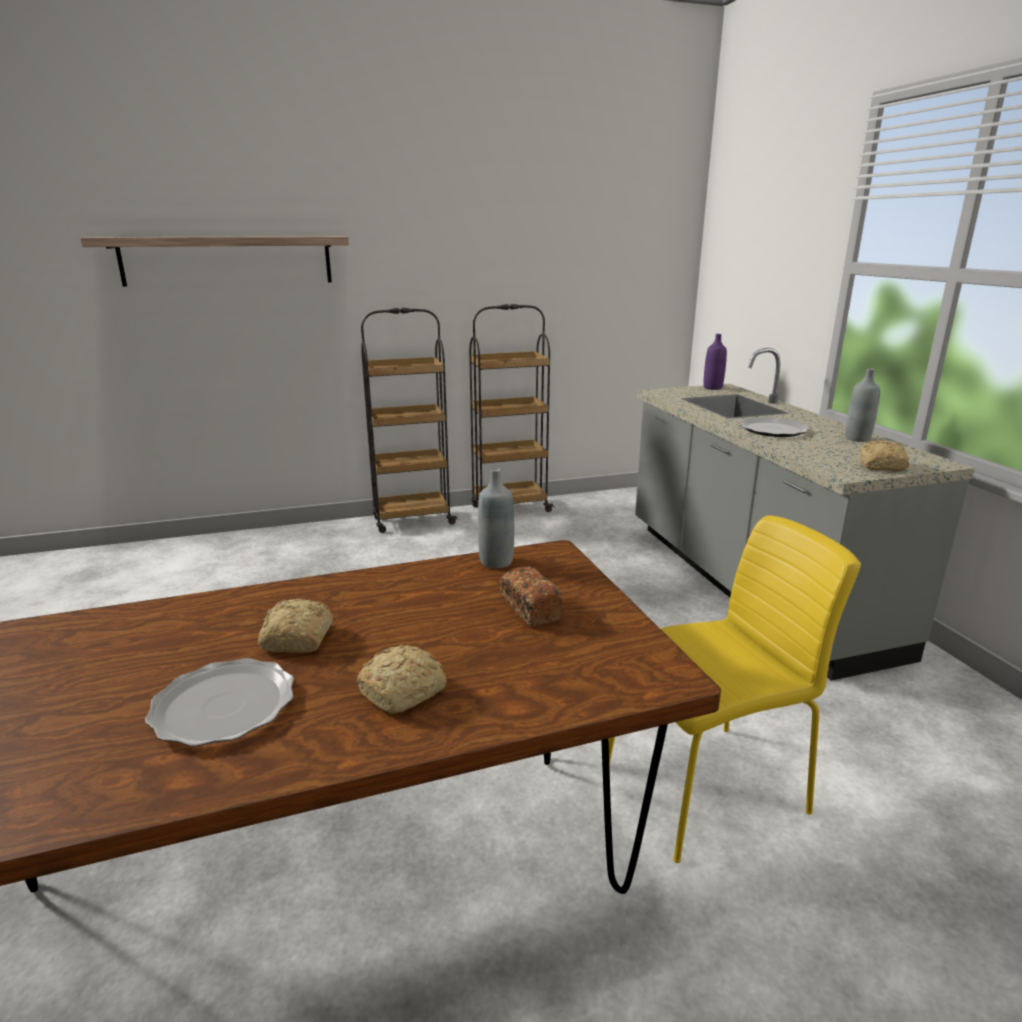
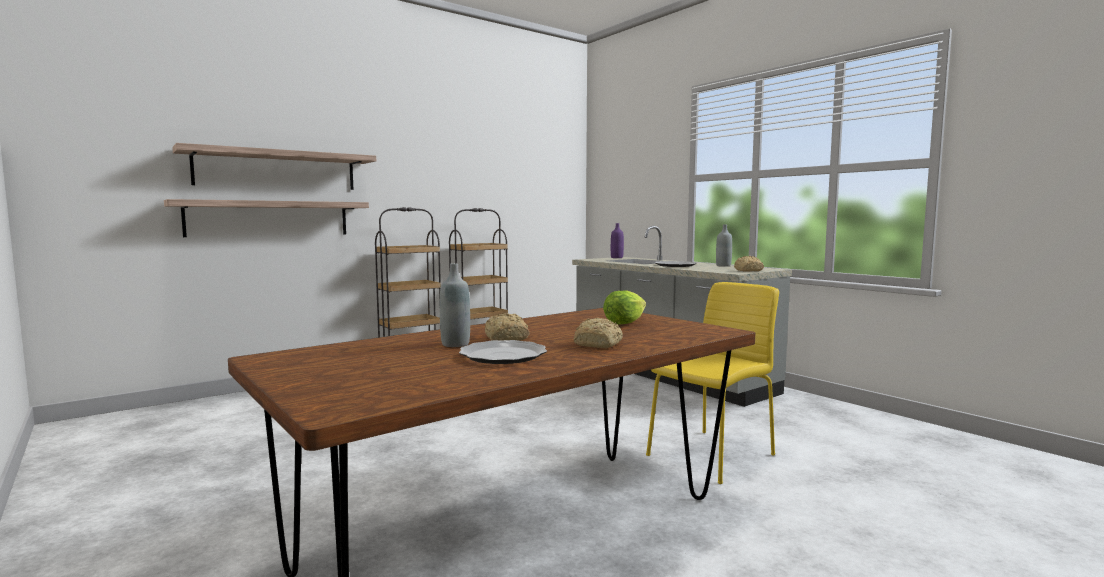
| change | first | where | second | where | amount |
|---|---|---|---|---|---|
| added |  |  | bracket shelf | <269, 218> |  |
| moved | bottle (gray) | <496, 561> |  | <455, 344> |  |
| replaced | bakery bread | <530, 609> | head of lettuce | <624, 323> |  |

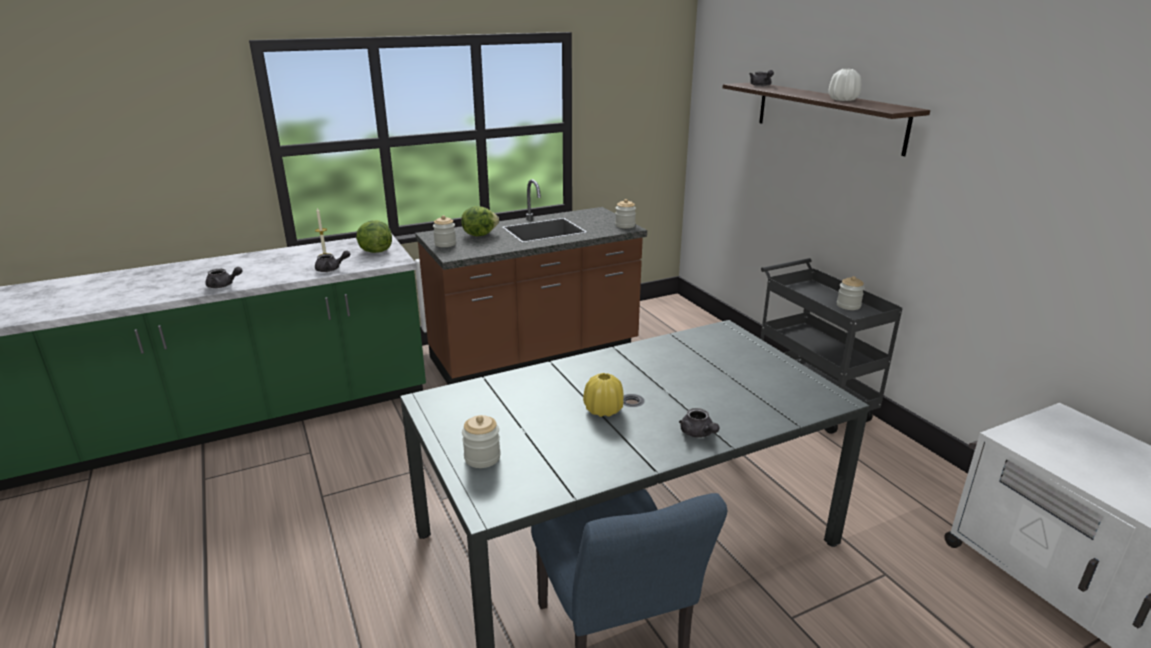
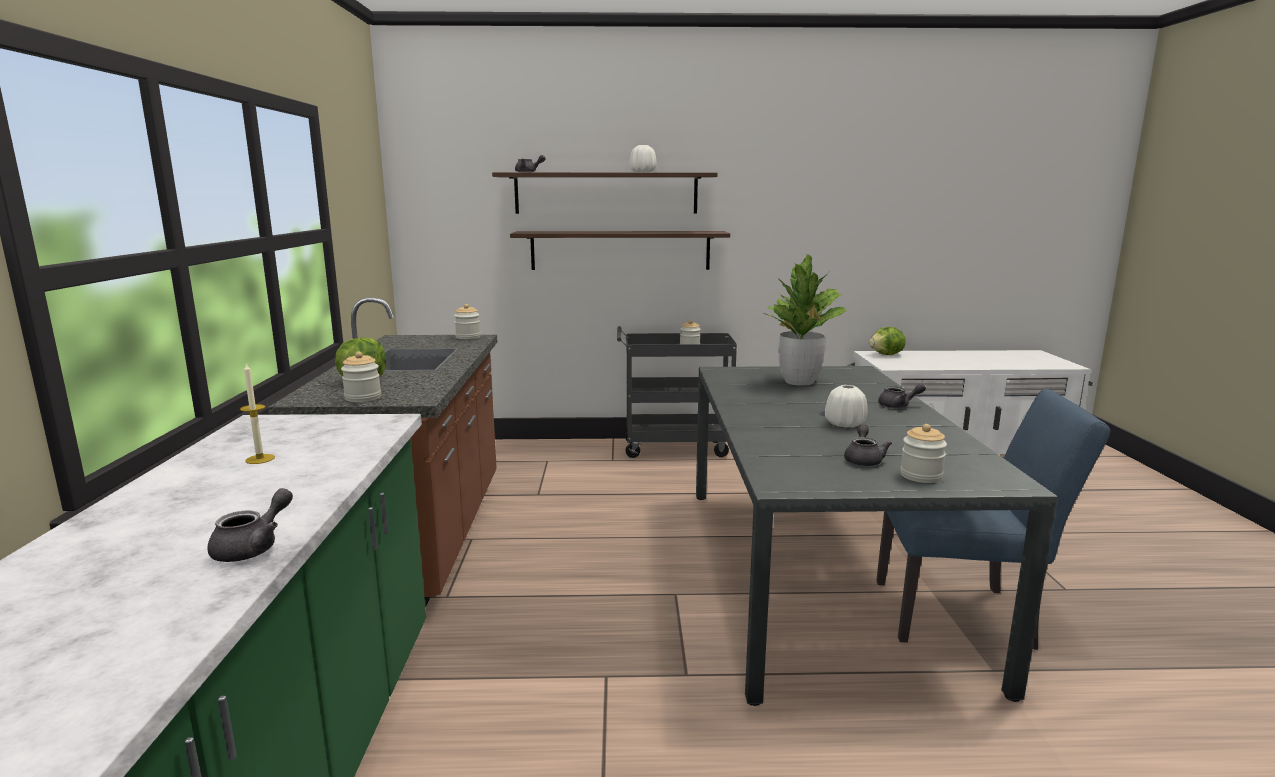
| change | first | where | second | where | amount |
|---|---|---|---|---|---|
| added |  |  | bracket shelf | <620, 250> |  |
| added |  |  | plant in a pot | <799, 382> |  |
| recoloured | flower vase (yellow) | <603, 410> | flower vase (white-coloured) | <844, 424> |  |
| moved | tea pot (gray) | <331, 269> |  | <863, 459> |  |
| moved | head of lettuce | <375, 251> |  | <887, 355> |  |

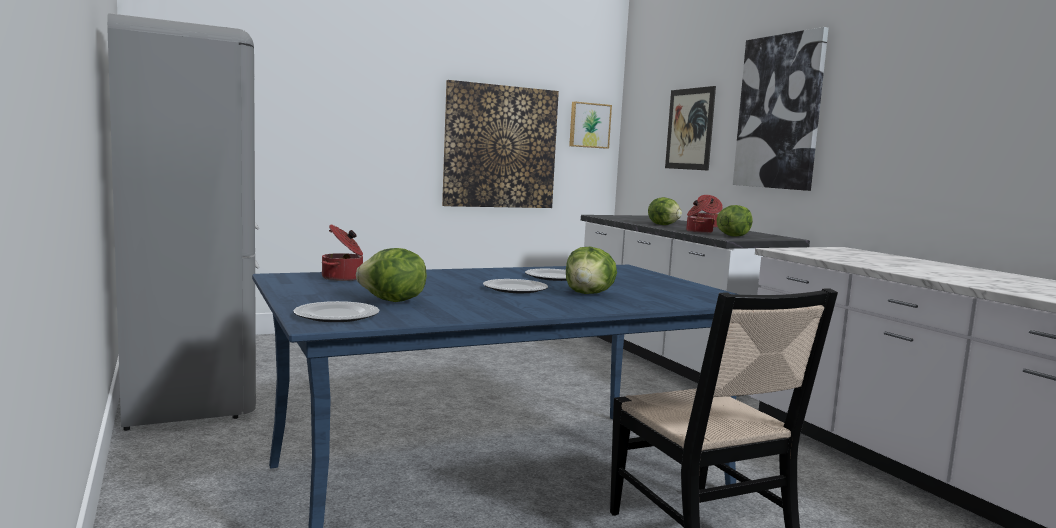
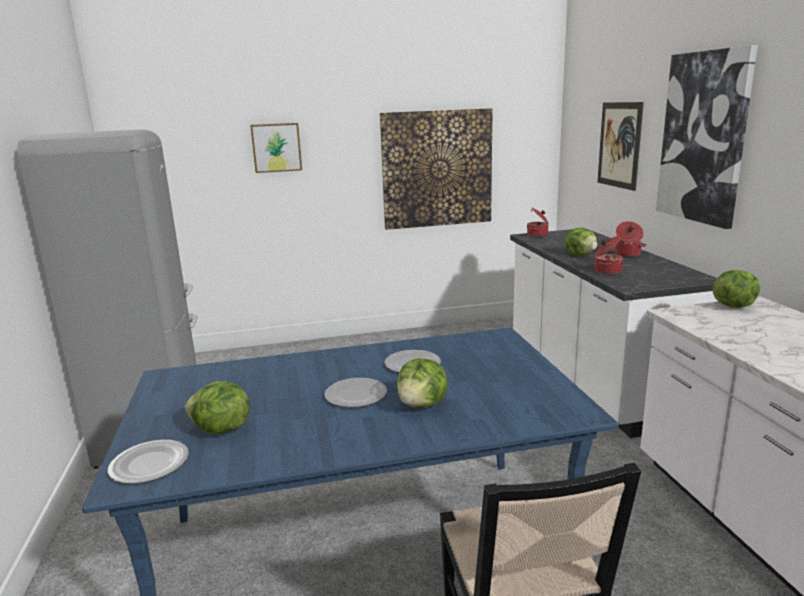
| change | first | where | second | where | amount |
|---|---|---|---|---|---|
| moved | picture | <589, 125> |  | <276, 147> |  |
| moved | cooking pot | <343, 278> |  | <538, 235> |  |
| moved | head of lettuce | <733, 236> |  | <733, 305> |  |

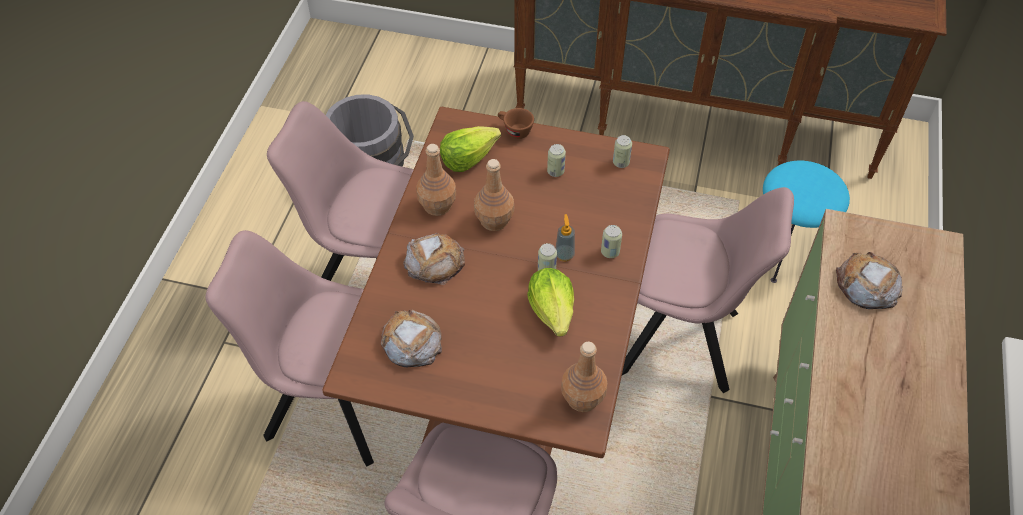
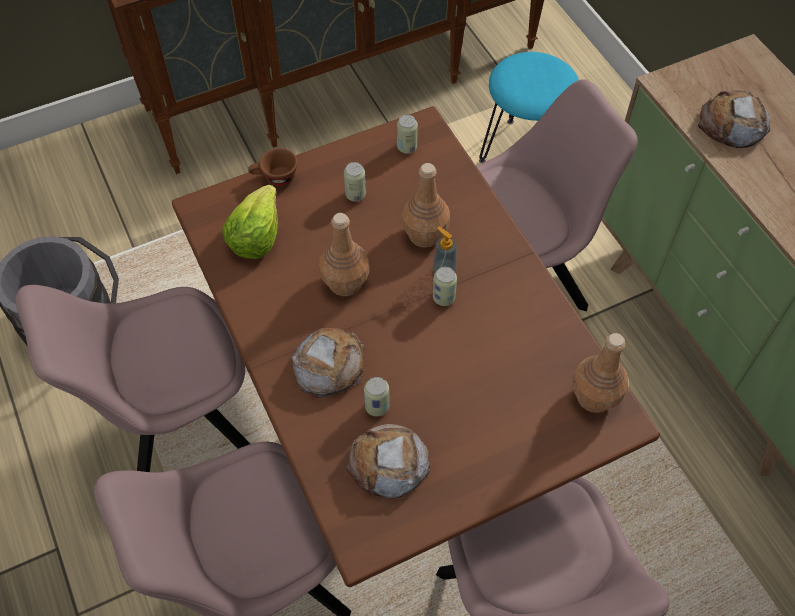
| change | first | where | second | where | amount |
|---|---|---|---|---|---|
| moved | sealed can | <610, 252> |  | <377, 407> |  |
| moved | bottle (brown) | <437, 205> |  | <424, 235> |  |
| removed | head of lettuce | <553, 311> |  |  |  |

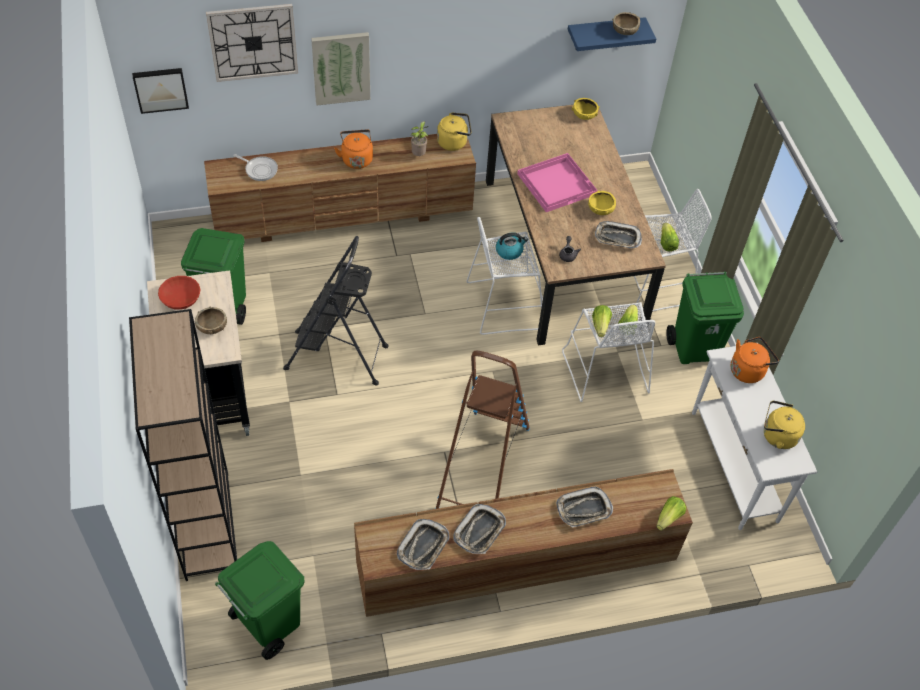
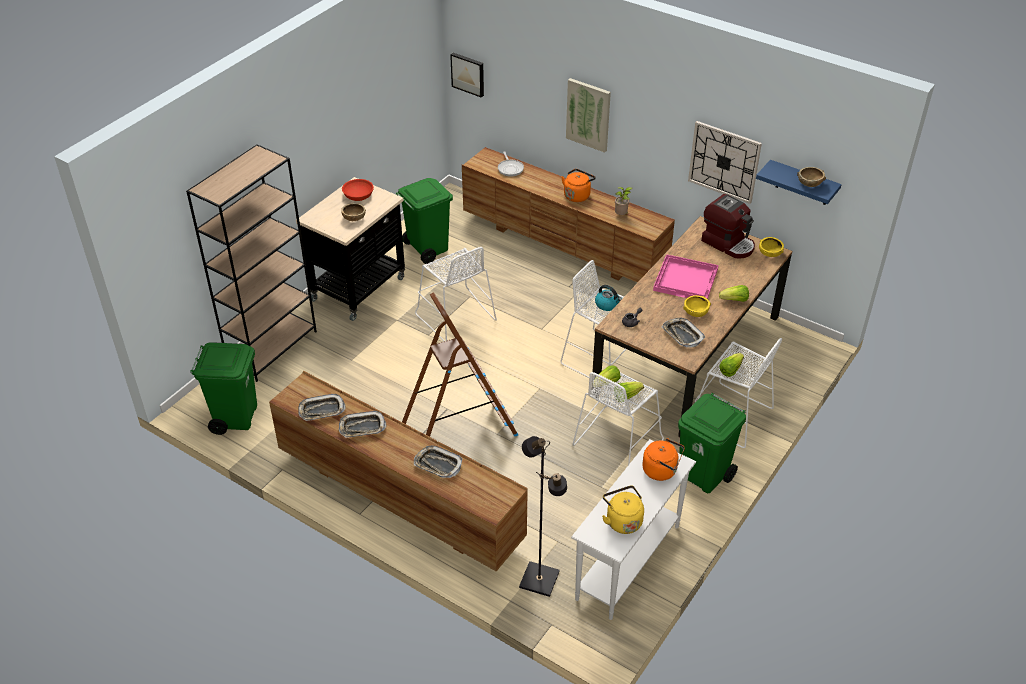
| change | first | where | second | where | amount |
|---|---|---|---|---|---|
| replaced | step ladder | <337, 357> | sitting stool (white-coloured) | <455, 316> |  |
| added |  |  | standard lamp (black-coloured) | <539, 580> |  |
| moved | hanging clock | <253, 42> |  | <724, 161> |  |
| added |  |  | coffee maker | <728, 243> |  |
| moved | head of lettuce | <669, 518> |  | <734, 300> |  |
| removed | kettle (yellow) | <454, 142> |  |  |  |

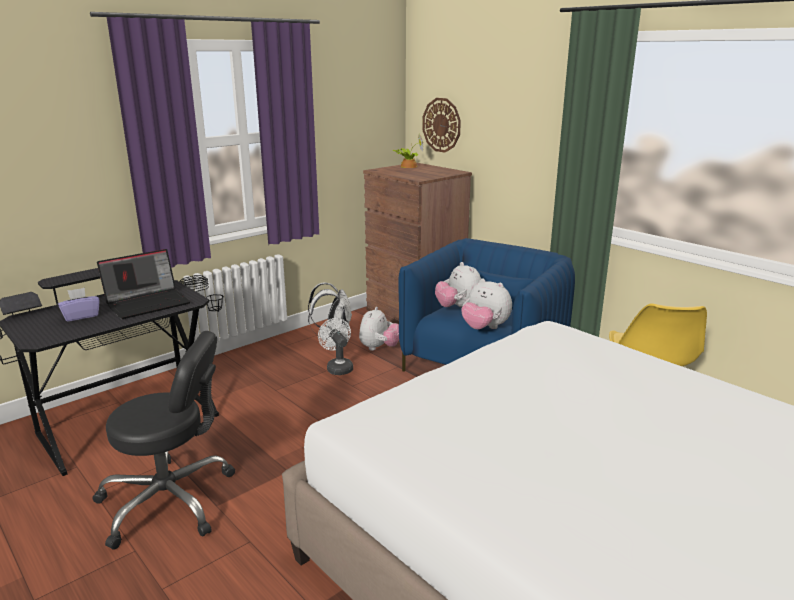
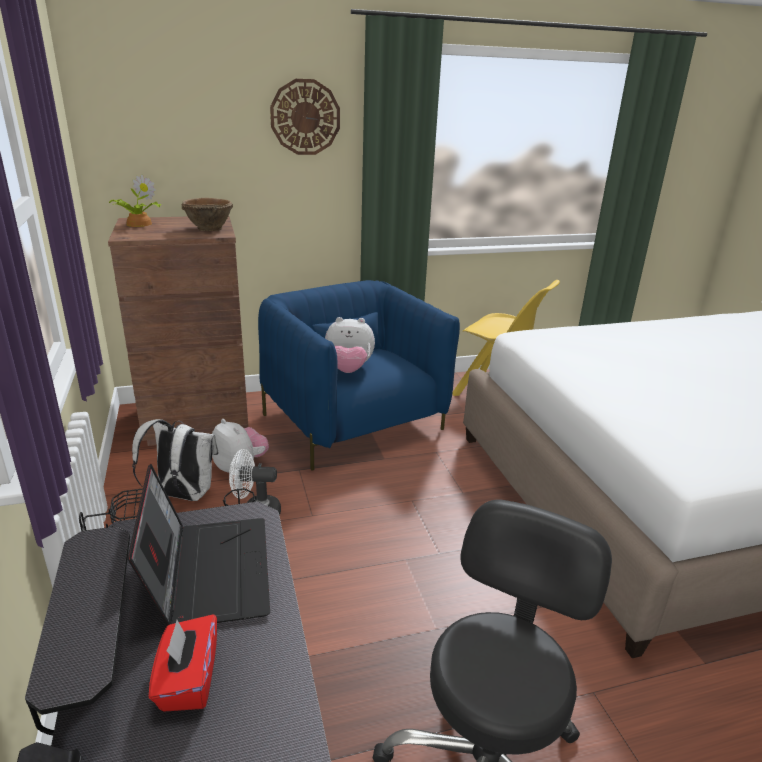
| change | first | where | second | where | amount |
|---|---|---|---|---|---|
| recoloured | tissue box (purplish) | <81, 316> | tissue box (red) | <188, 681> |  |
| added |  |  | deep dish (brown) | <209, 229> |  |
| moved | hanging clock | <441, 125> |  | <305, 117> |  |
| removed | plush toy | <484, 328> |  |  |  |

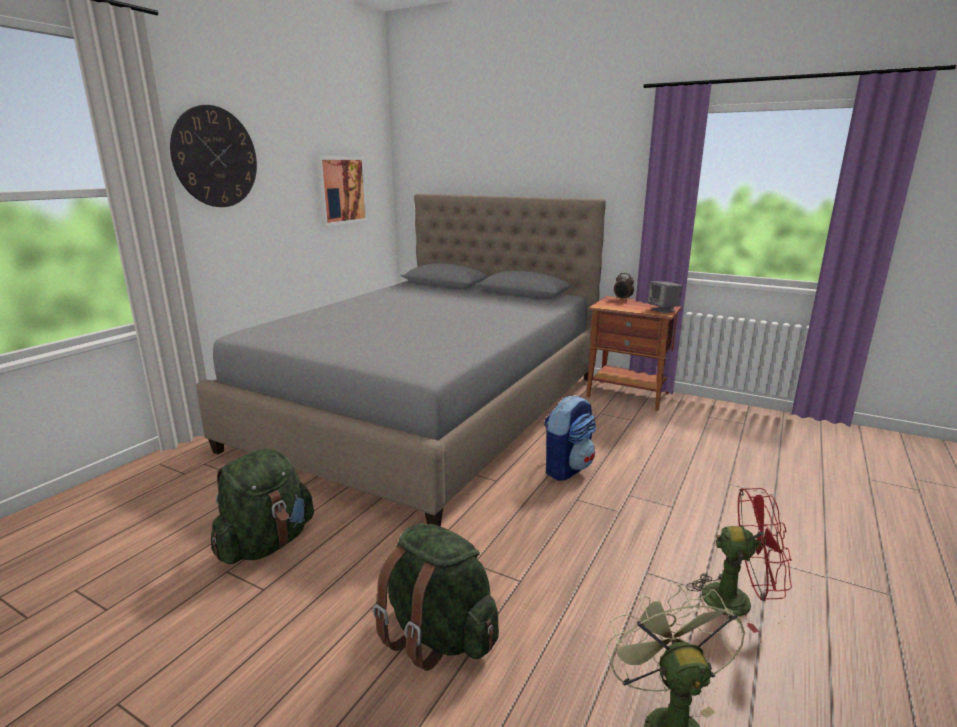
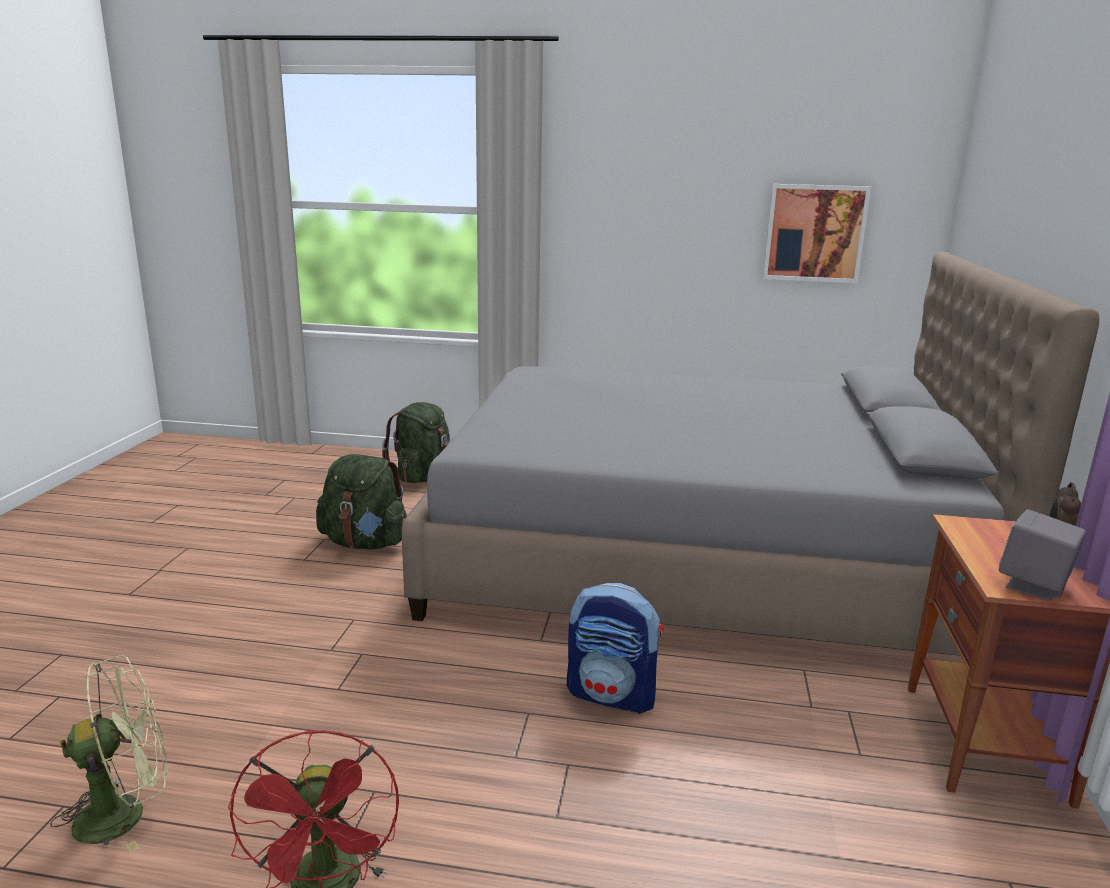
| change | first | where | second | where | amount |
|---|---|---|---|---|---|
| moved | knapsack (green-coloured) | <438, 635> |  | <423, 477> |  |
| removed | hanging clock | <215, 157> |  |  |  |

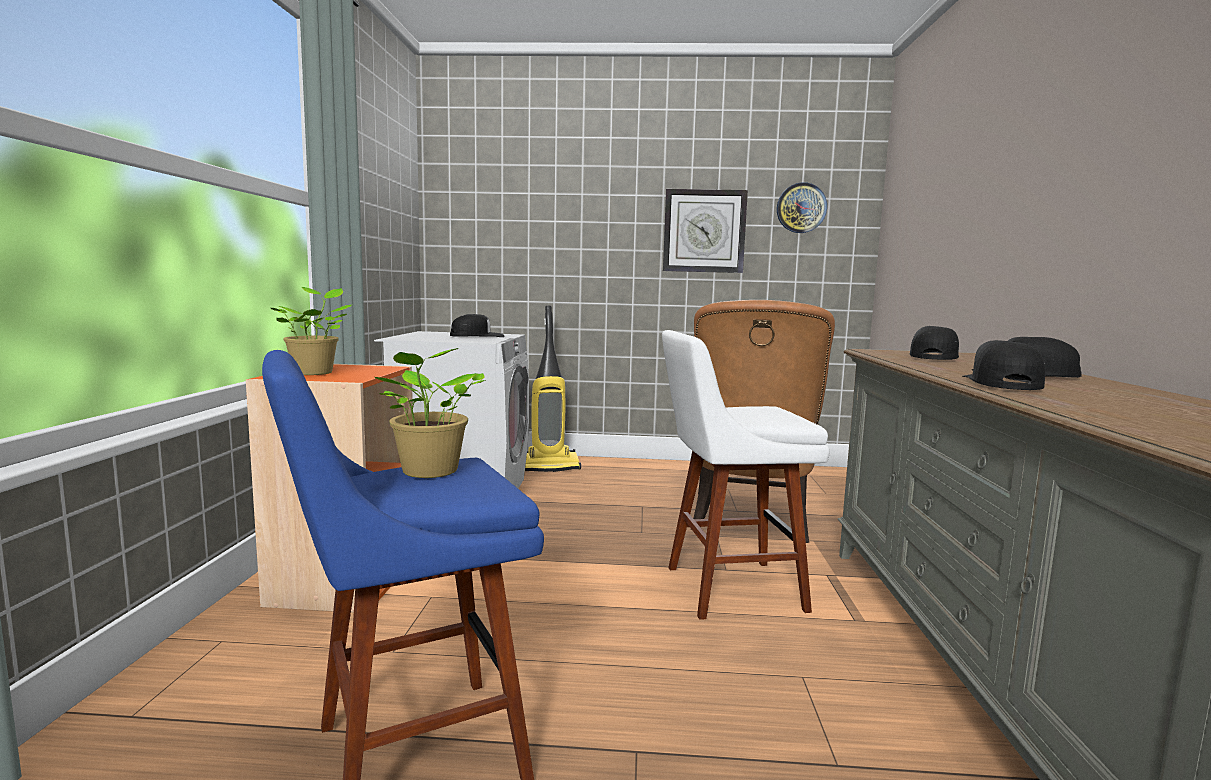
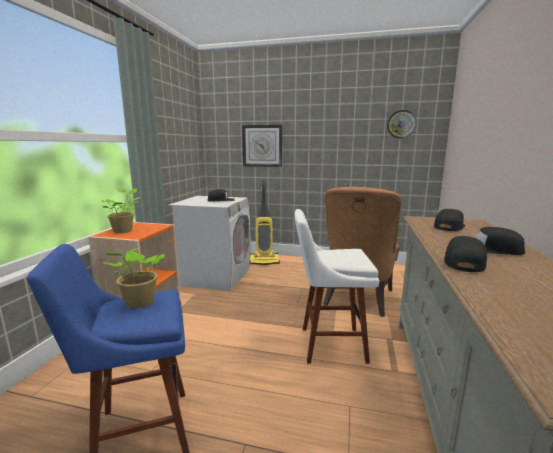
| change | first | where | second | where | amount |
|---|---|---|---|---|---|
| moved | hanging clock | <704, 231> |  | <262, 146> |  |

